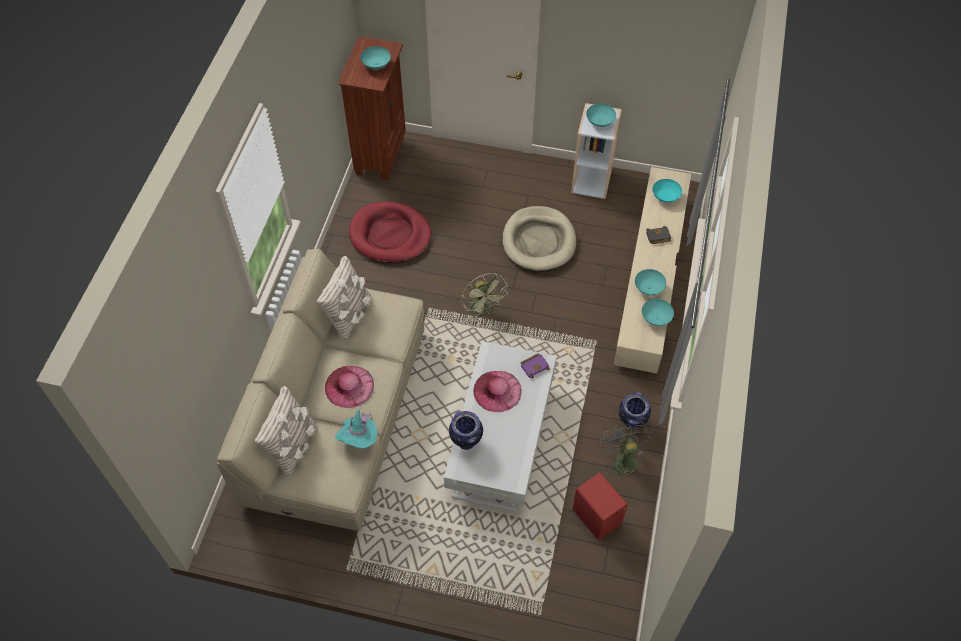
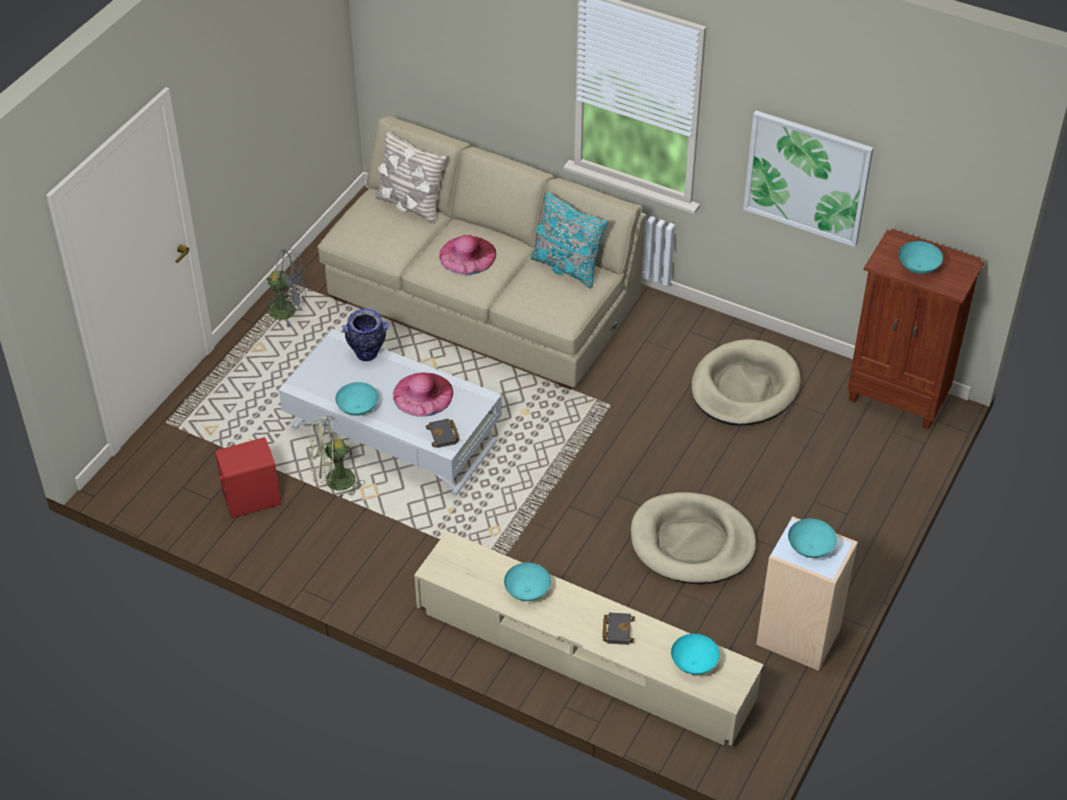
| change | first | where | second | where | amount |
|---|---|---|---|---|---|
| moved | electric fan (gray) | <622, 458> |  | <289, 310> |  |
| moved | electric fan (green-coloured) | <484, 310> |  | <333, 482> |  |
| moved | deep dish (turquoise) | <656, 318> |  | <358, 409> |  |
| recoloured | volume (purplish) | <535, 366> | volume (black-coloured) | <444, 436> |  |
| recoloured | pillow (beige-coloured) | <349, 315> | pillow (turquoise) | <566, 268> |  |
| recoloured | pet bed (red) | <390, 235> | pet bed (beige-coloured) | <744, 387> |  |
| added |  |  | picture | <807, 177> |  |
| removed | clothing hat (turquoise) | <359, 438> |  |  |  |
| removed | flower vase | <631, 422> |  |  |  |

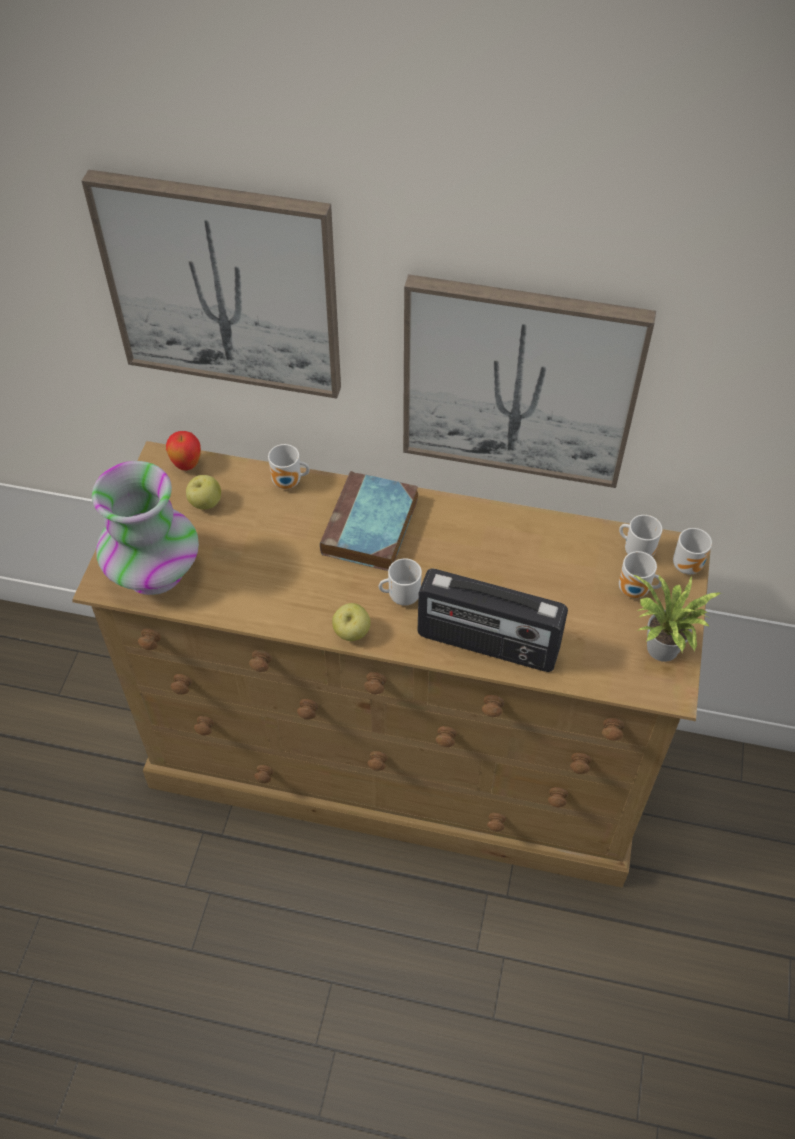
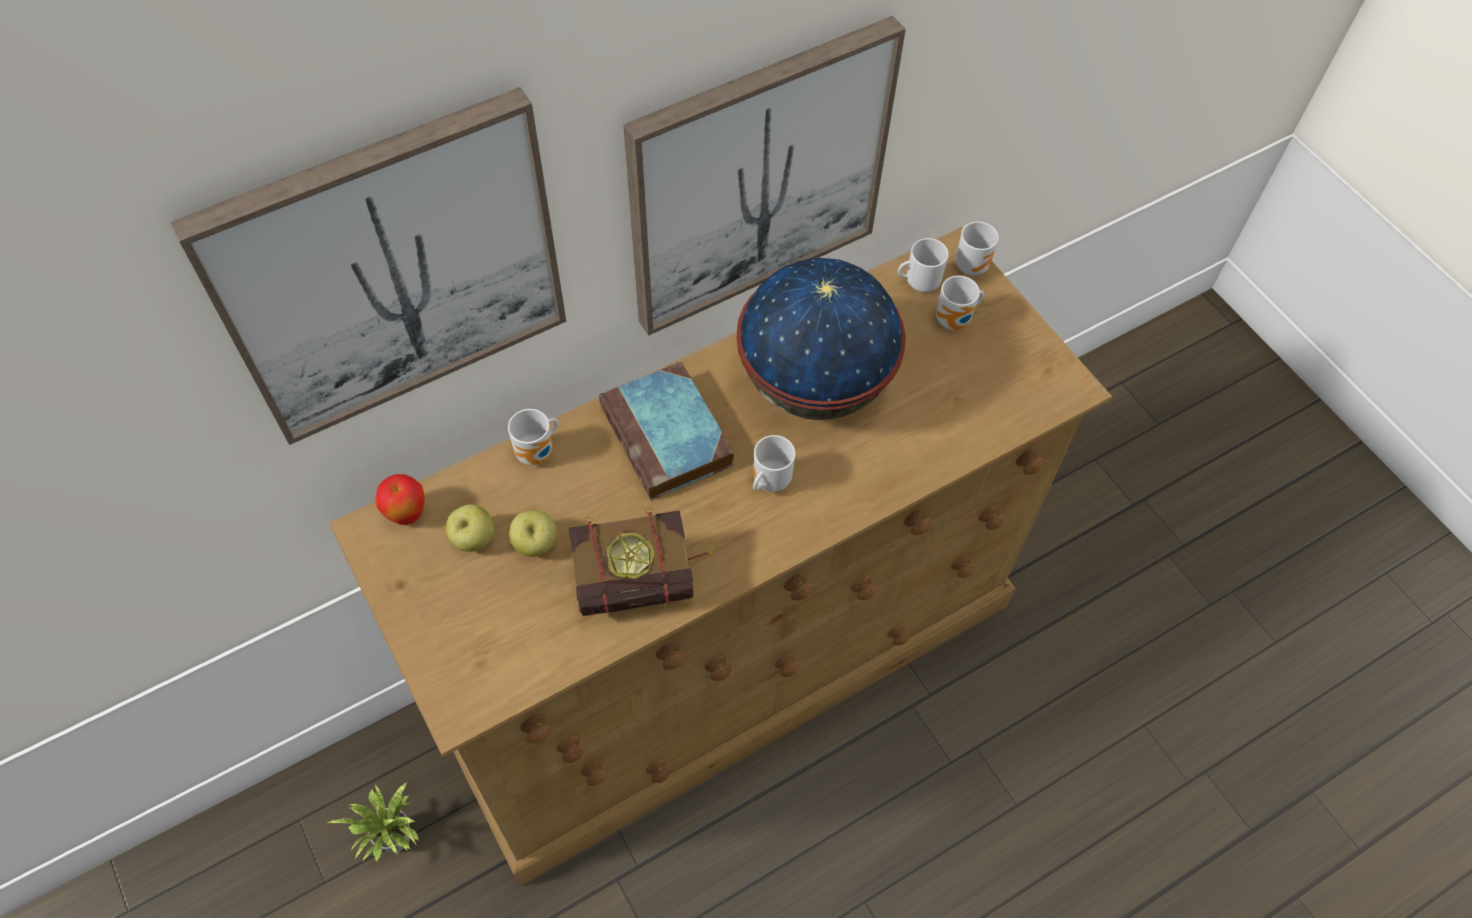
| change | first | where | second | where | amount |
|---|---|---|---|---|---|
| moved | plant in a pot | <661, 651> |  | <396, 841> |  |
| moved | apple fruit | <352, 633> |  | <535, 544> |  |
| added |  |  | volume | <647, 580> |  |
| added |  |  | globe | <815, 383> |  |
| removed | flower vase | <154, 571> |  |  |  |
| removed | radio set | <487, 644> |  |  |  |

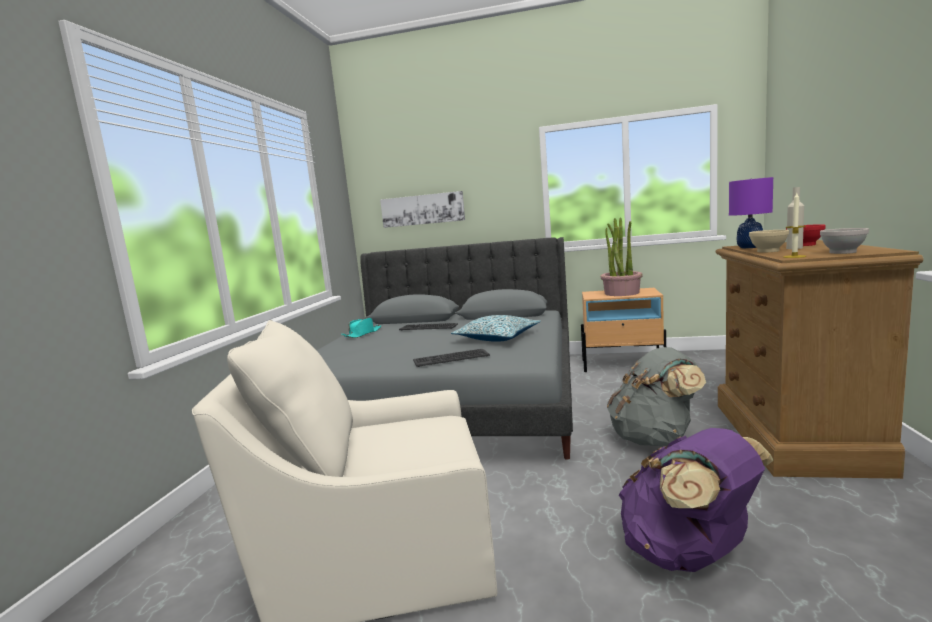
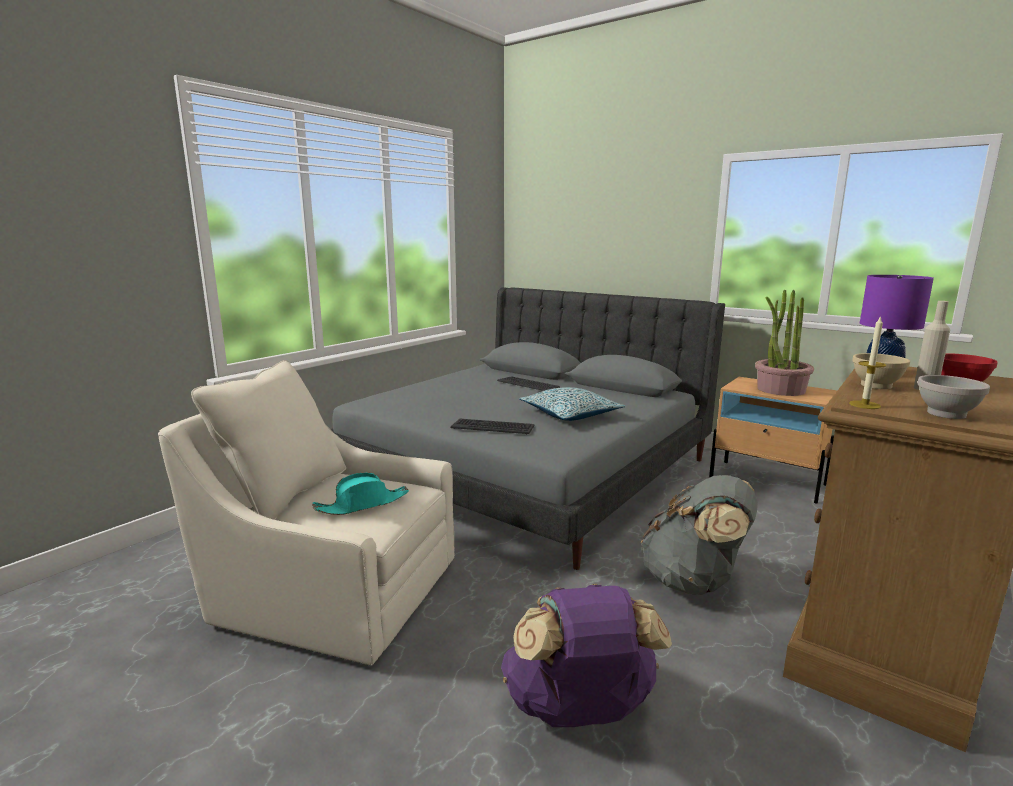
| change | first | where | second | where | amount |
|---|---|---|---|---|---|
| moved | clothing hat (turquoise) | <362, 334> |  | <363, 504> |  |
| removed | picture | <422, 209> |  |  |  |

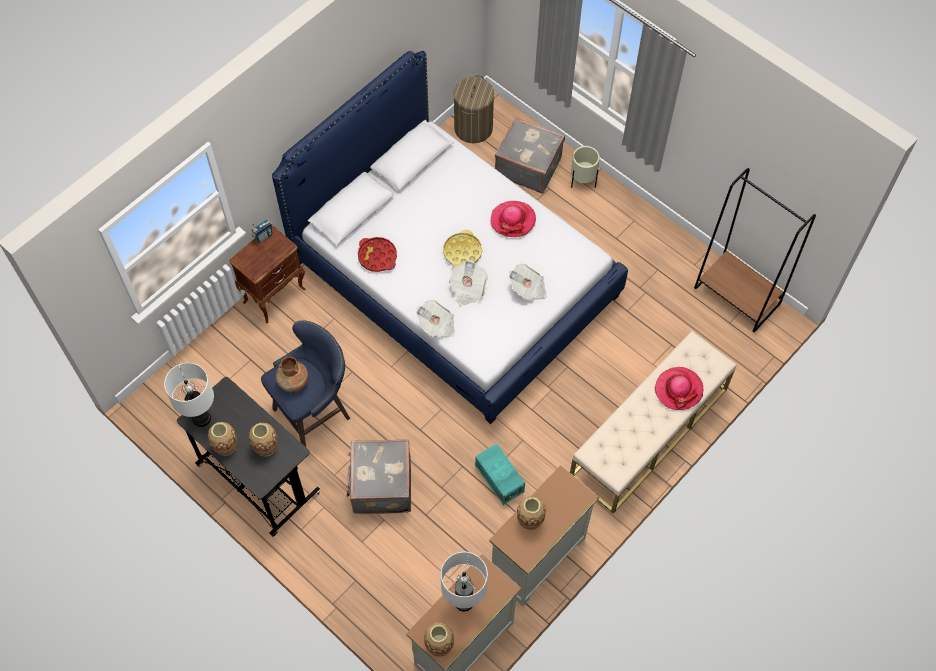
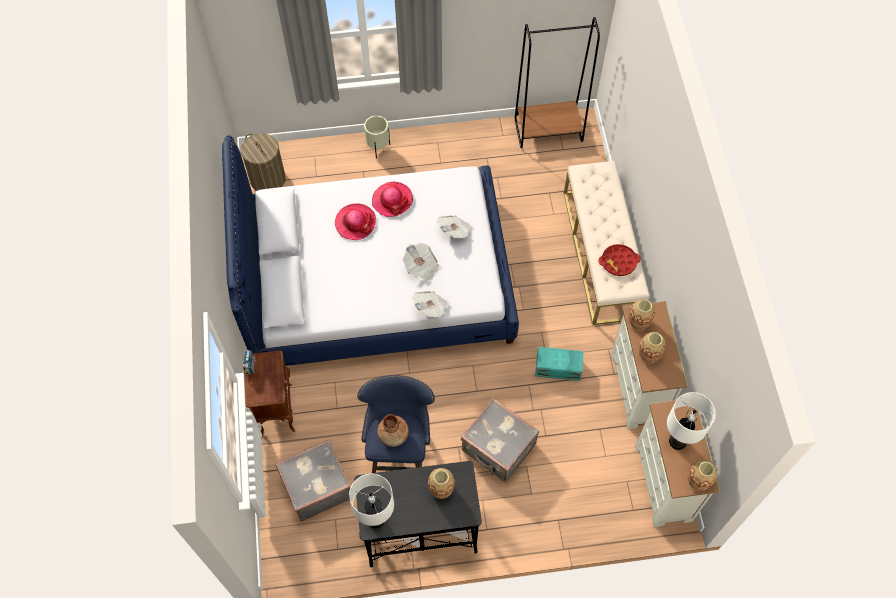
| change | first | where | second | where | amount |
|---|---|---|---|---|---|
| moved | piece of luggage (gray) | <528, 166> |  | <316, 486> |  |
| moved | clothing hat | <678, 389> |  | <355, 223> |  |
| moved | carrying tray (red) | <377, 256> |  | <618, 262> |  |
| moved | flower vase | <225, 446> |  | <638, 322> |  |
| removed | carrying tray (yellow) | <462, 252> |  |  |  |

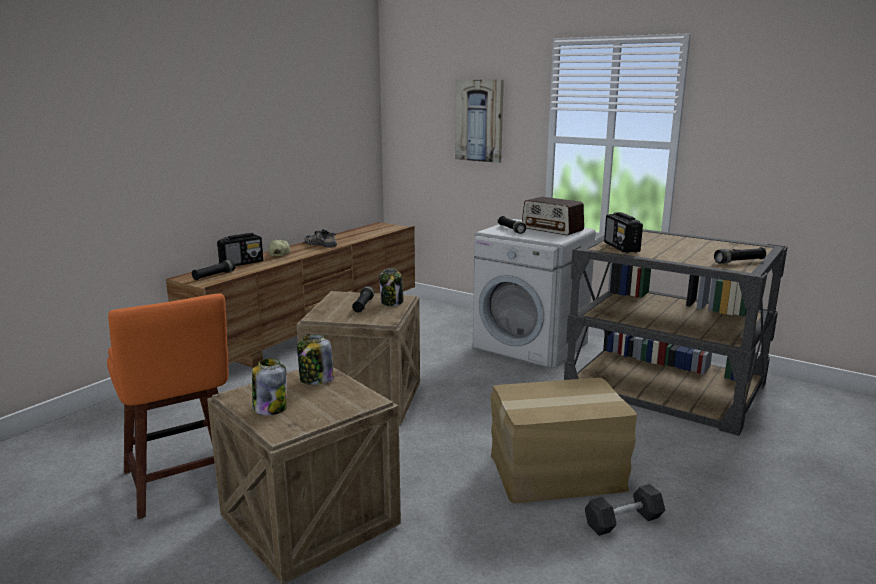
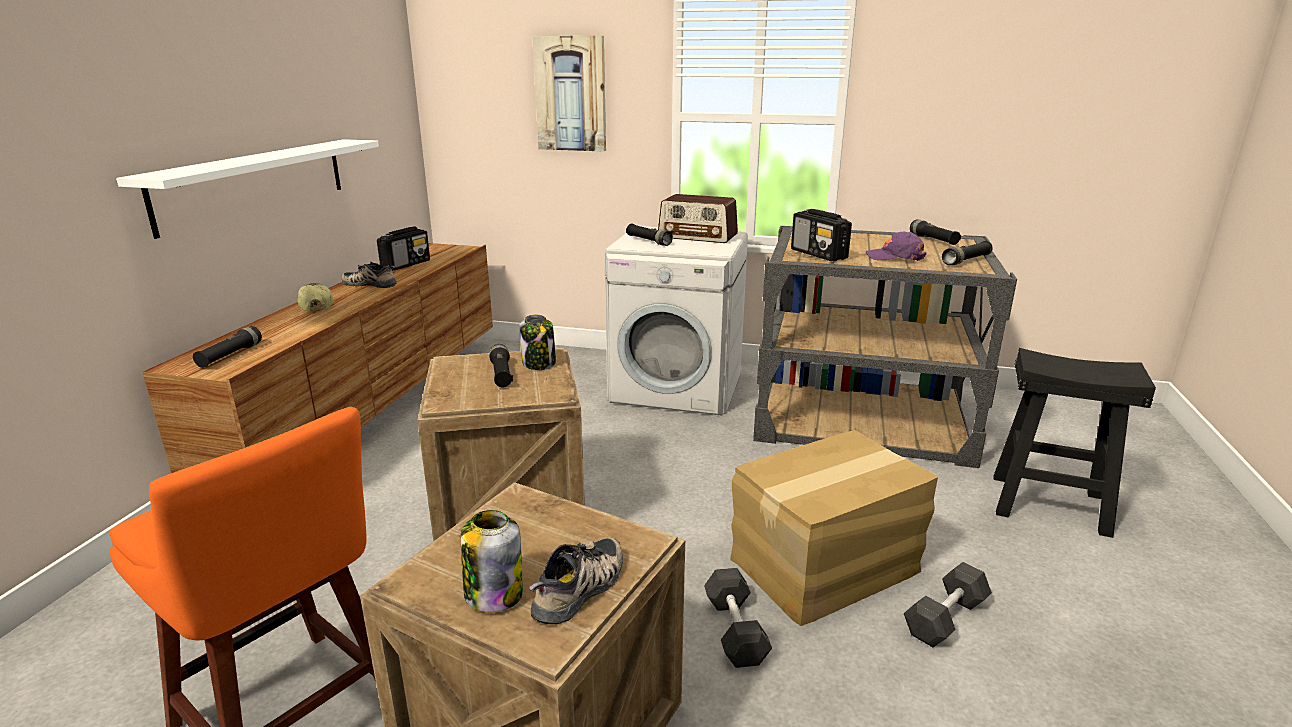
| change | first | where | second | where | amount |
|---|---|---|---|---|---|
| added |  |  | bracket shelf (white-coloured) | <255, 183> |  |
| moved | radio set | <242, 263> |  | <406, 264> |  |
| added |  |  | low shoe | <581, 589> |  |
| added |  |  | free weight (gray) | <735, 630> |  |
| added |  |  | cap (purplish) | <895, 257> |  |
| added |  |  | torch (black-coloured) | <933, 240> |  |
| added |  |  | sitting stool (black-coloured) | <1049, 504> |  |
| removed | storage jar | <316, 380> |  |  |  |

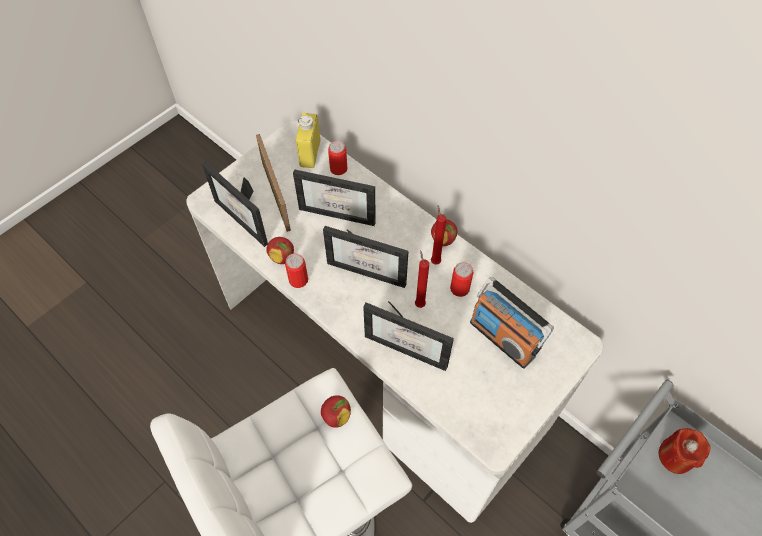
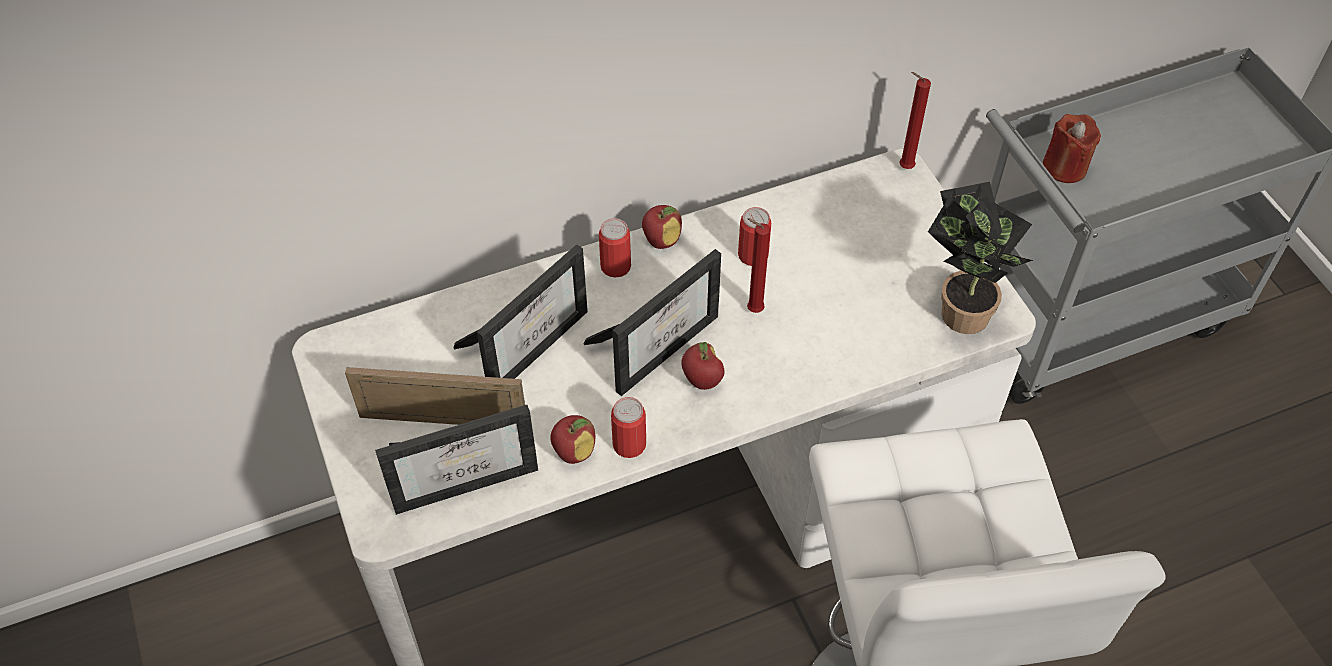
| change | first | where | second | where | amount |
|---|---|---|---|---|---|
| moved | sealed can | <338, 169> |  | <615, 266> |  |
| moved | apple fruit | <336, 416> |  | <702, 380> |  |
| moved | candle (red) | <435, 261> |  | <903, 167> |  |
| added |  |  | plant in a pot | <960, 309> |  |
| removed | bottle (yellow) | <310, 153> |  |  |  |
| removed | photo frame | <411, 345> |  |  |  |
| removed | radio set | <502, 338> |  |  |  |

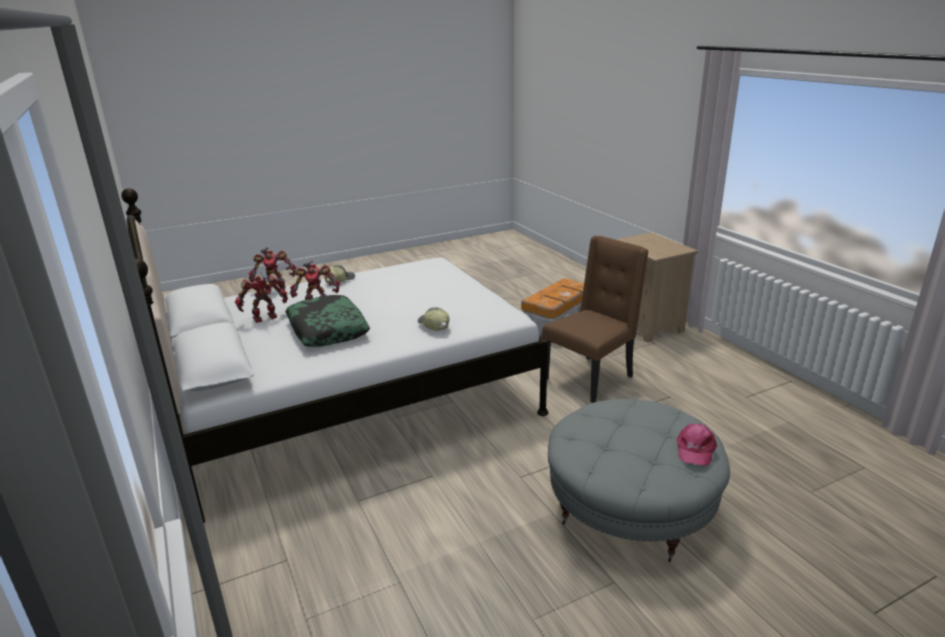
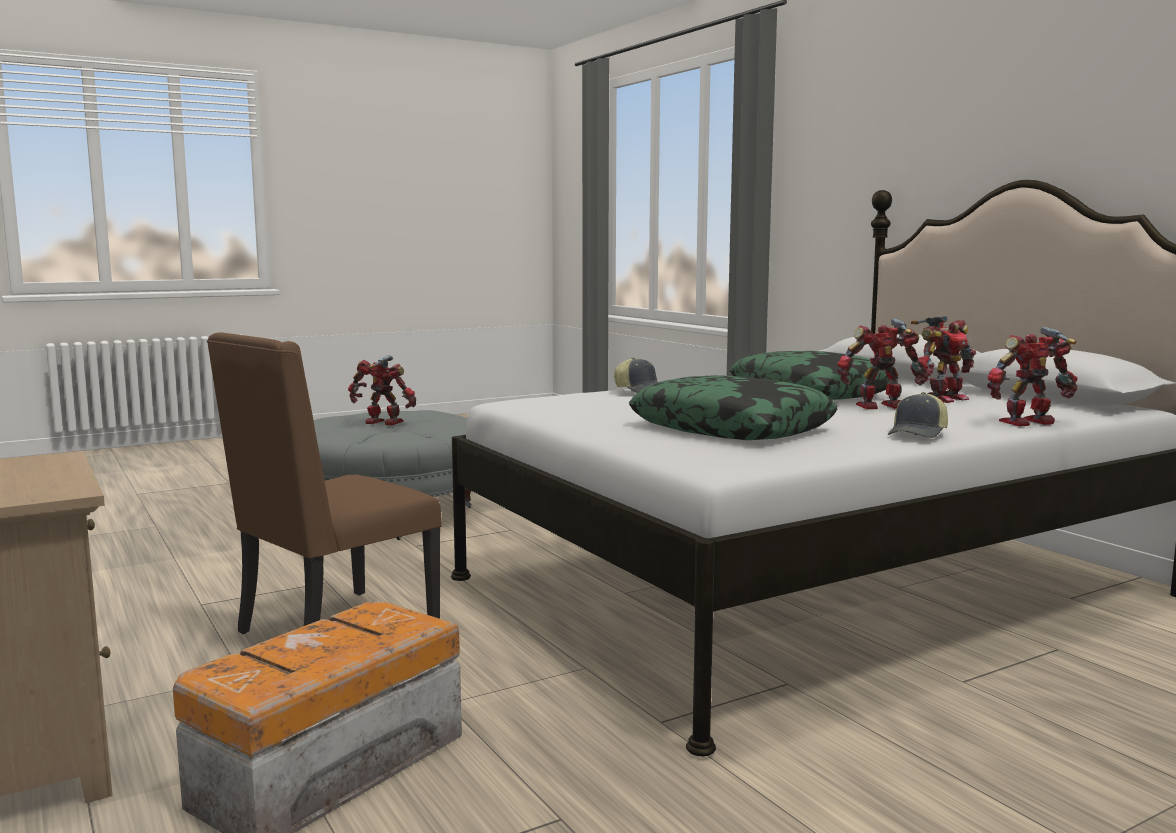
| change | first | where | second | where | amount |
|---|---|---|---|---|---|
| added |  |  | toy robot | <383, 423> |  |
| added |  |  | pillow | <731, 428> |  |
| removed | cap (pink-coloured) | <695, 449> |  |  |  |

